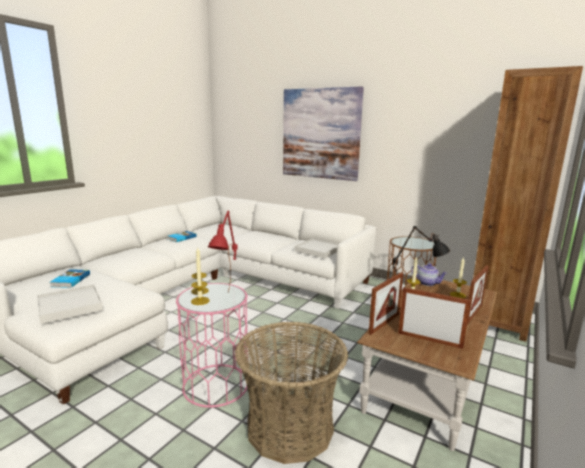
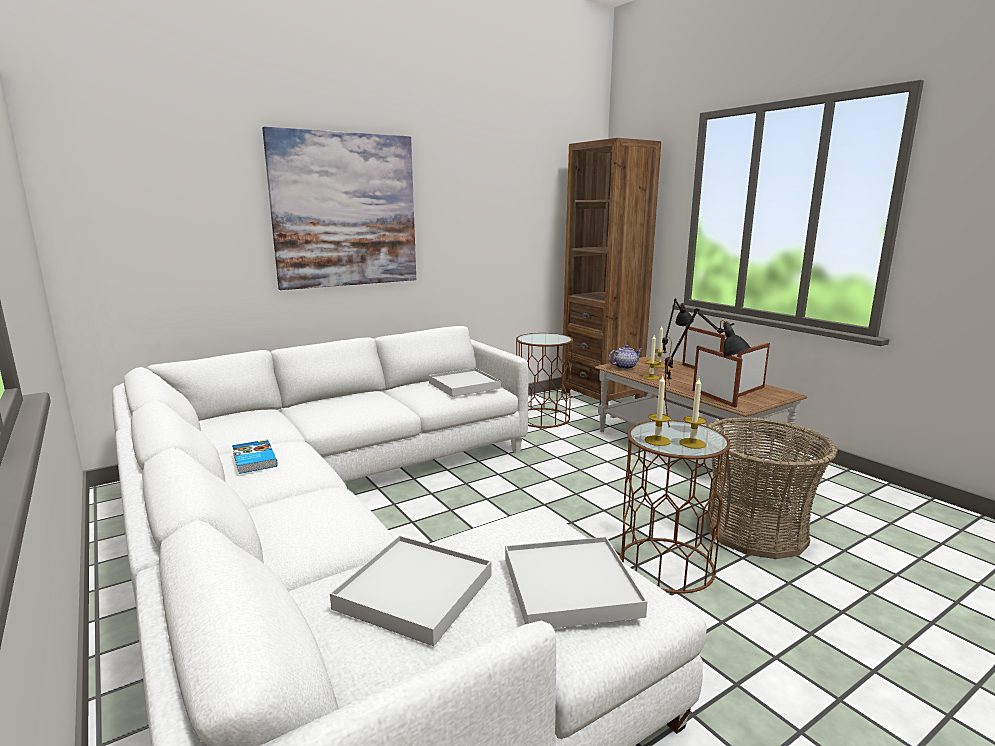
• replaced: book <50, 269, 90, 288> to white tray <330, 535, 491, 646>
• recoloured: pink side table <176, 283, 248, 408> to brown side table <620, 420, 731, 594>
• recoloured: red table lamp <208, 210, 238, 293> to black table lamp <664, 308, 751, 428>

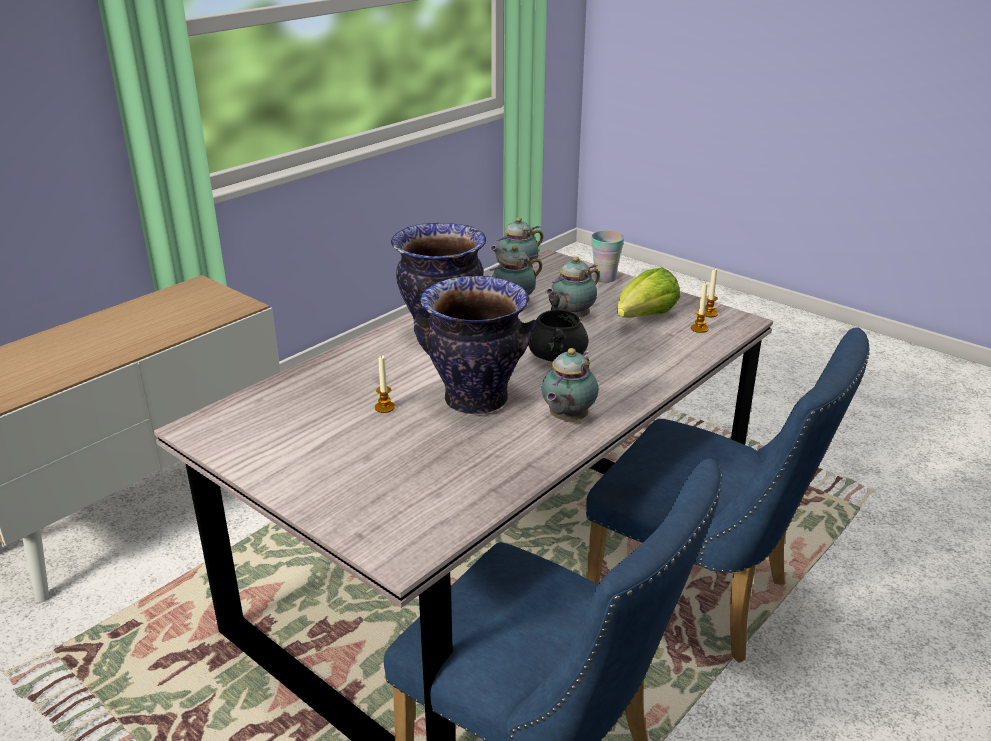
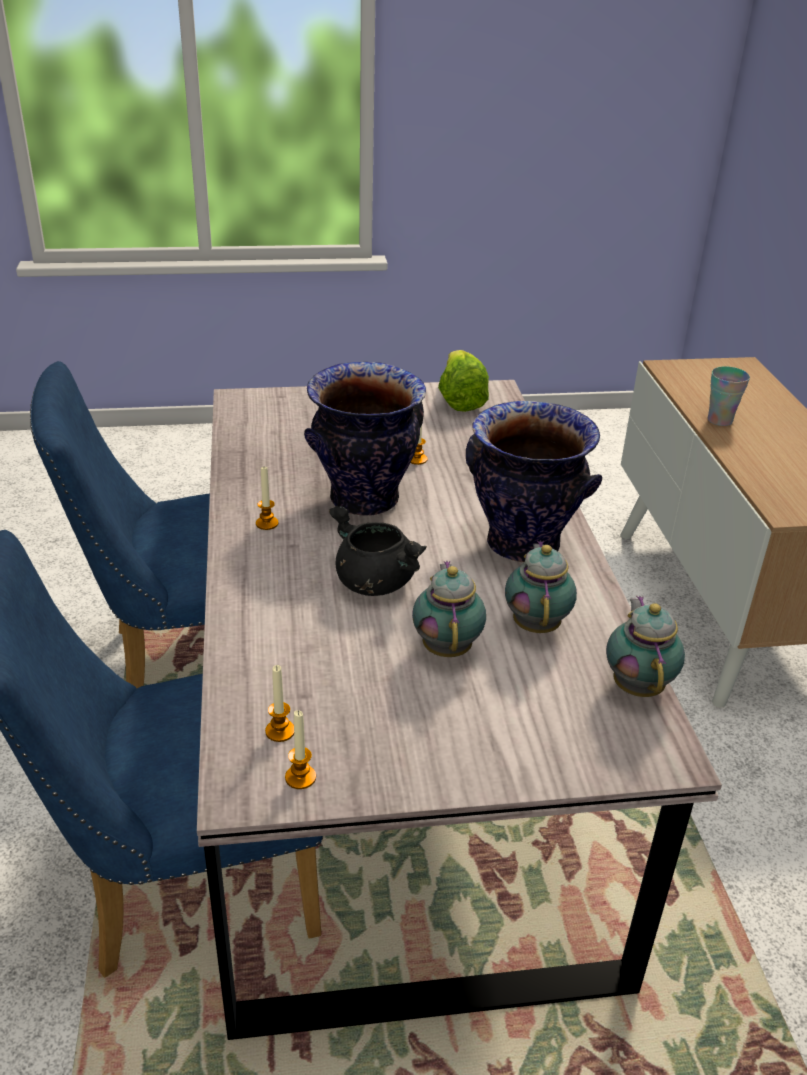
• replaced: teapot <542, 348, 599, 422> to candle <256, 467, 278, 530>
• moved: lettuce <617, 267, 680, 318> to <438, 350, 489, 412>
• moved: cup <591, 231, 624, 283> to <708, 366, 750, 426>

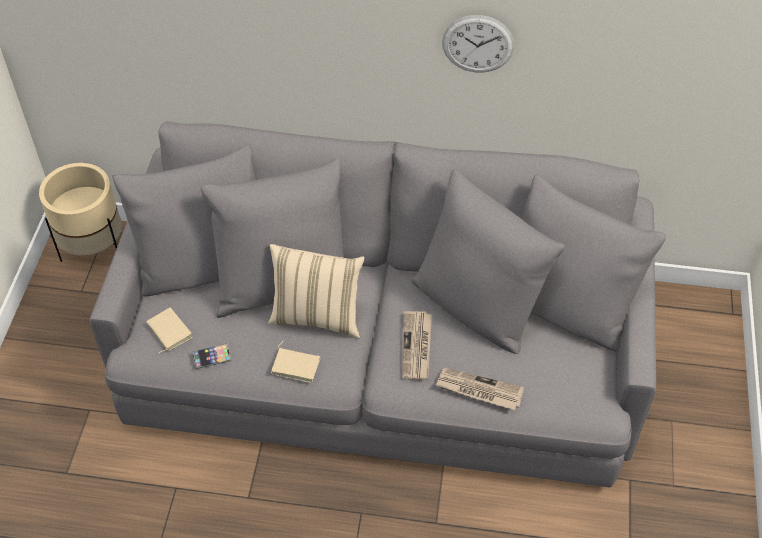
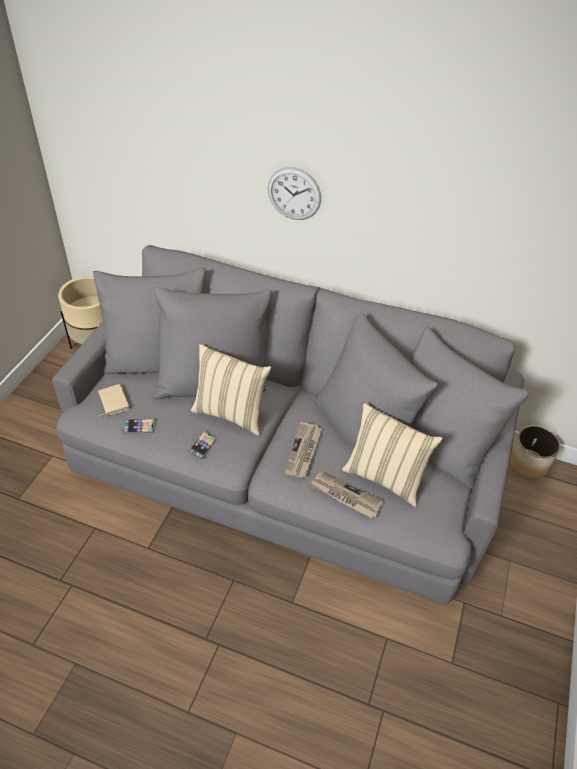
• replaced: beige book <271, 341, 320, 383> to phone <188, 431, 217, 460>
• moved: wall clock <442, 15, 514, 72> to <268, 167, 321, 220>
• added: beige pillow <342, 403, 443, 507>
• added: planter <509, 426, 560, 480>

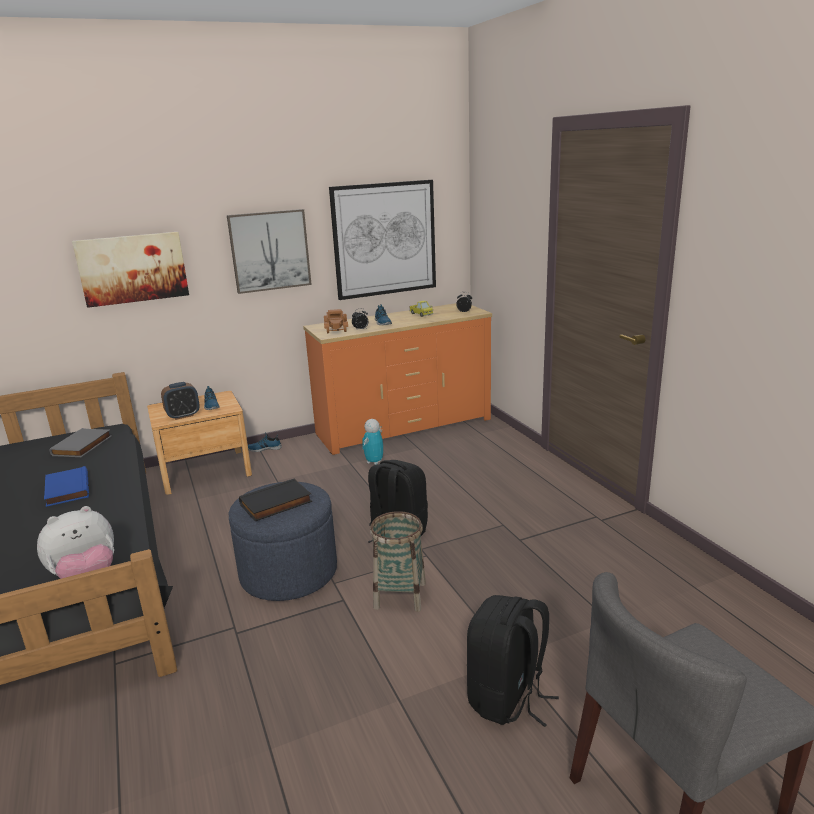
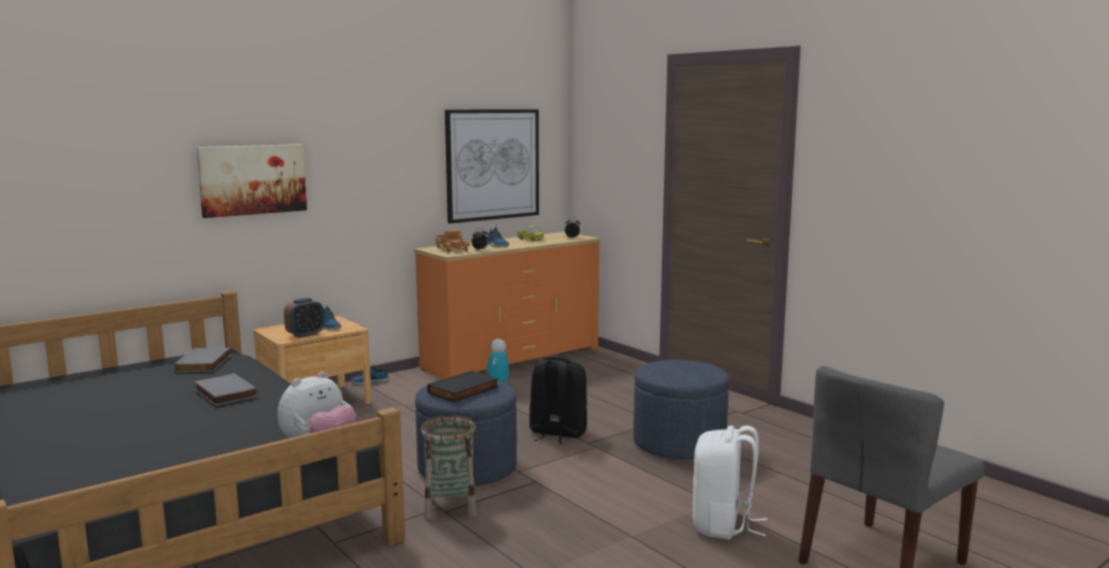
• recoloured: blue book <44, 466, 89, 507> to grey book <194, 373, 257, 406>
• moved: basket <370, 511, 426, 612> to <421, 415, 476, 519>
• added: blue ottoman <633, 360, 729, 459>
• recoloured: black backpack <467, 595, 559, 727> to white backpack <693, 426, 767, 540>
• removed: picture <227, 209, 312, 294>

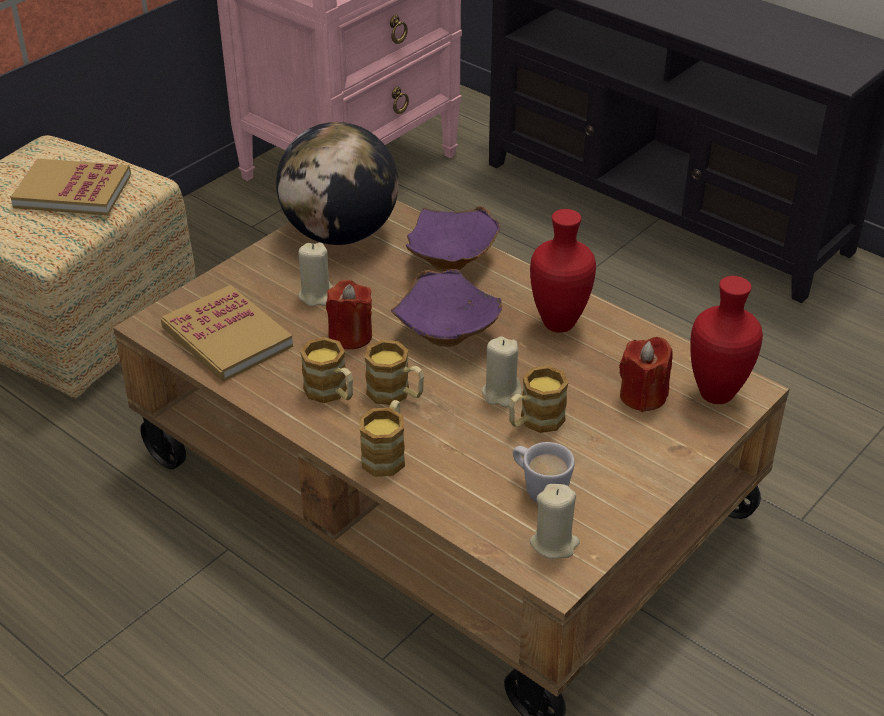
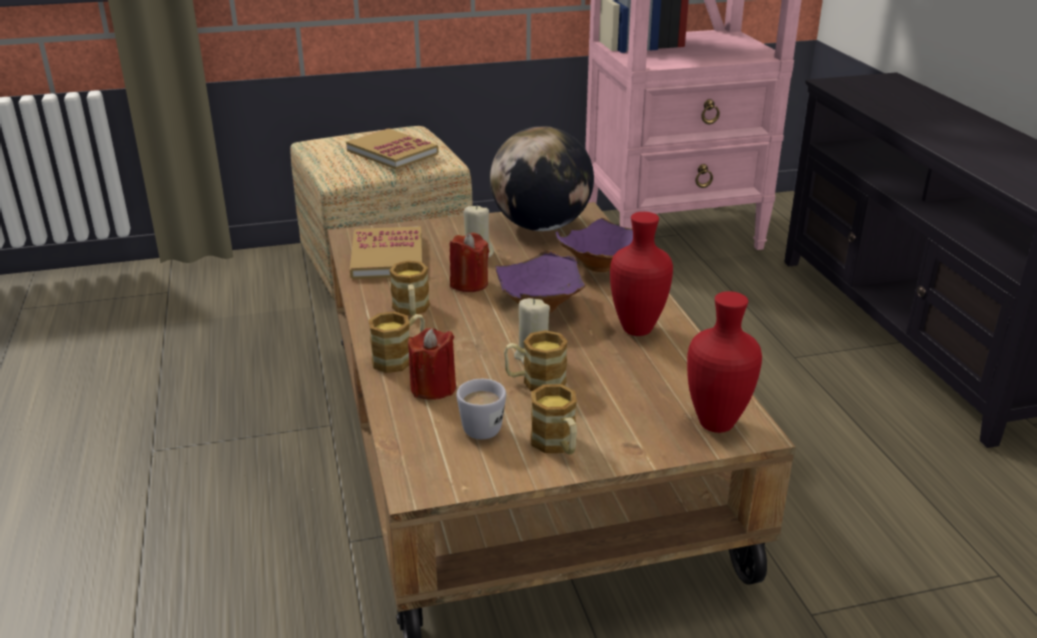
• moved: red candle <619, 337, 673, 412> to <408, 328, 456, 400>
• moved: mug <365, 340, 424, 405> to <531, 384, 577, 455>
• removed: beige candle <530, 484, 580, 559>

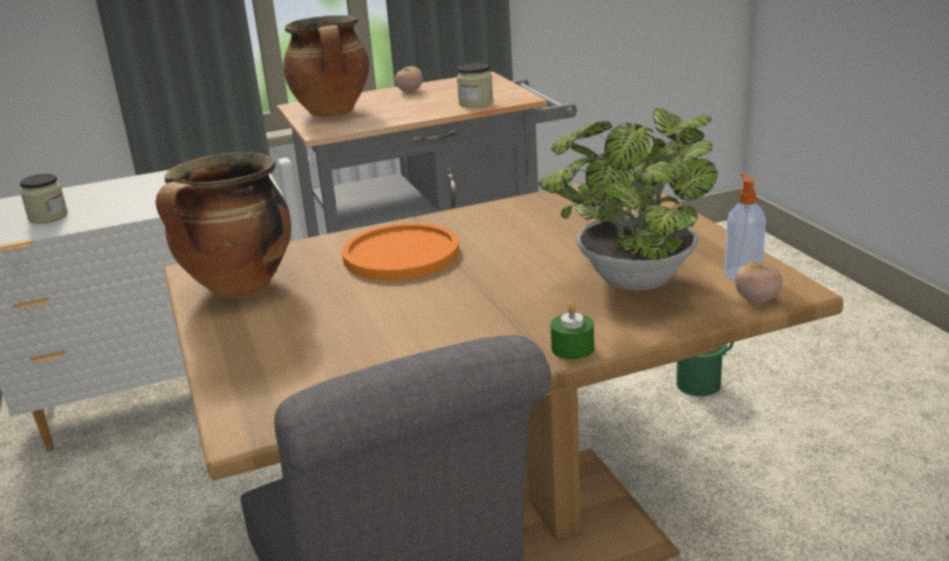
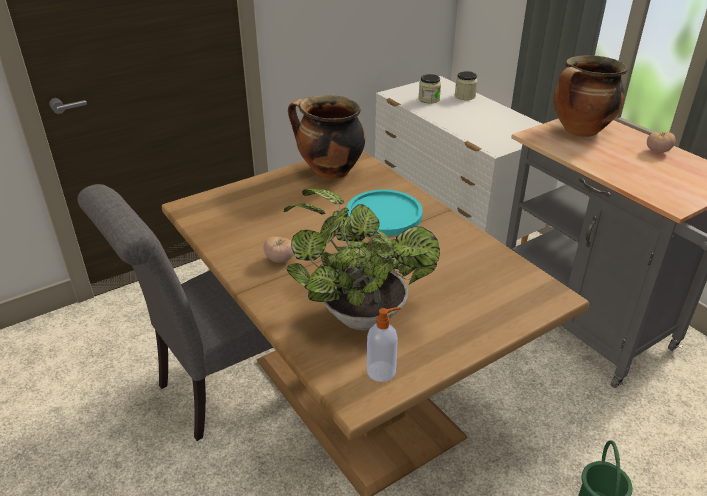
• moved: tomato <735, 261, 783, 303> to <263, 237, 294, 263>
• recoloured: orange plate <342, 223, 459, 280> to turquoise plate <347, 190, 423, 236>
• moved: jar <457, 63, 493, 108> to <455, 71, 478, 100>
• removed: green candle <550, 302, 594, 359>

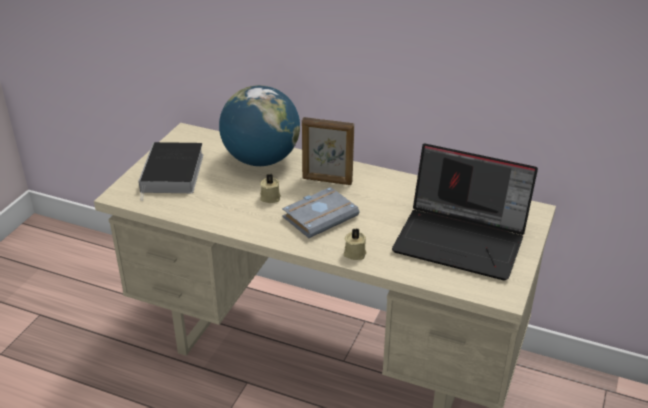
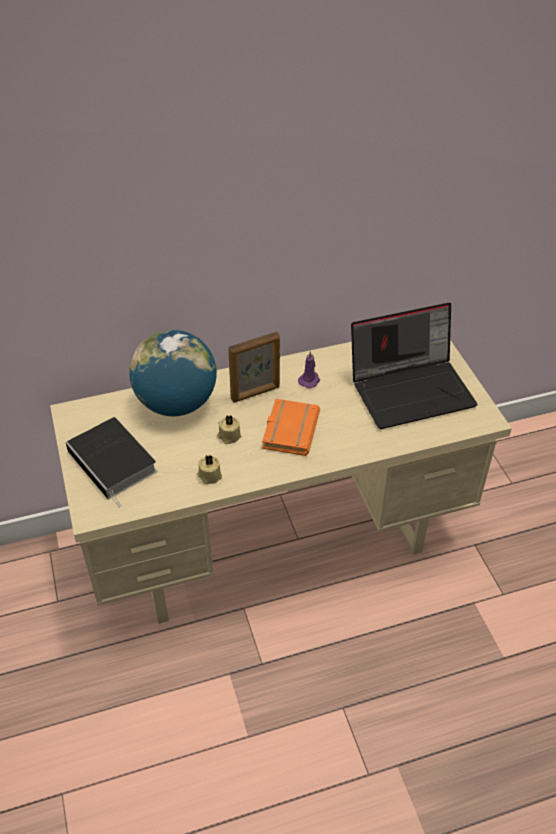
• moved: beige candle <344, 228, 367, 260> to <197, 455, 222, 484>
• recoloured: grey book <282, 187, 359, 238> to orange book <262, 399, 320, 456>
• added: purple candle <298, 351, 320, 388>

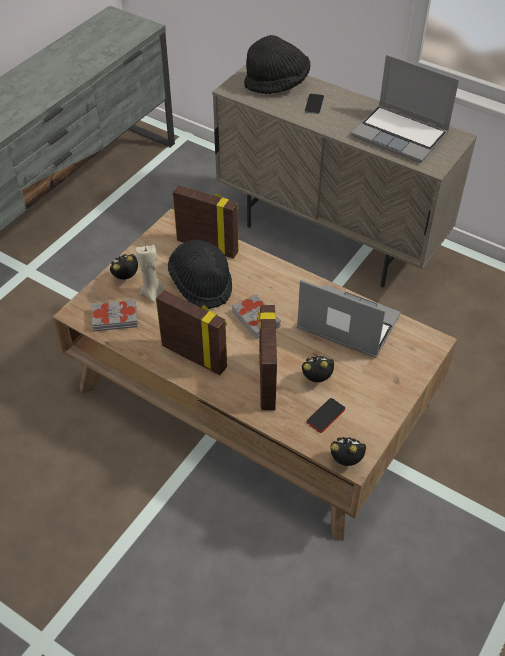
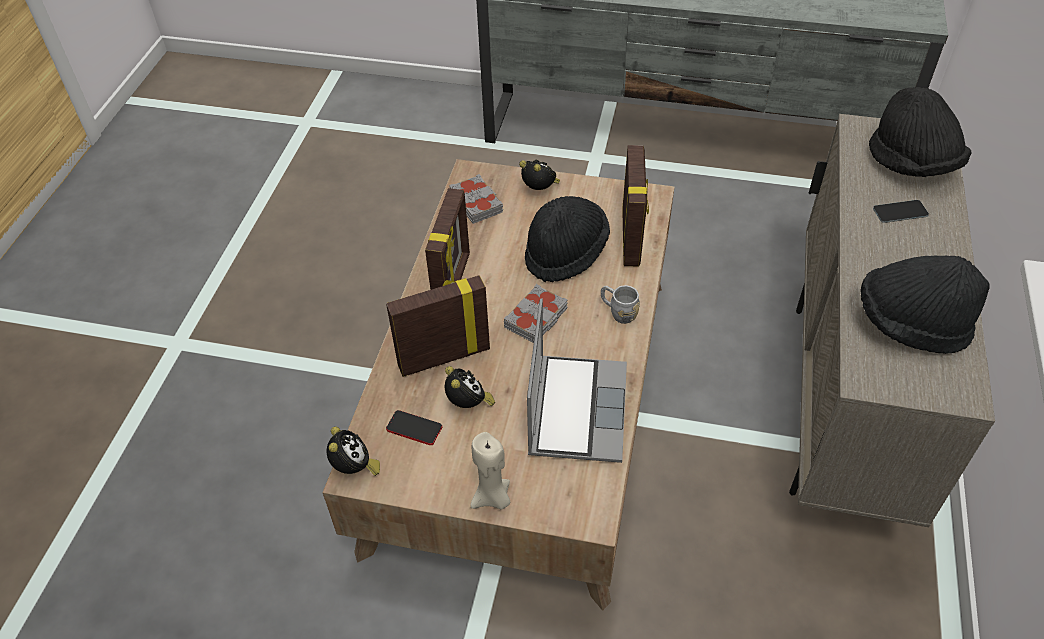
• moved: beige candle <136, 245, 164, 302> to <471, 432, 510, 509>
• added: grey mug <601, 285, 640, 324>
• replaced: laptop <352, 55, 459, 163> to black hat <860, 256, 990, 354>

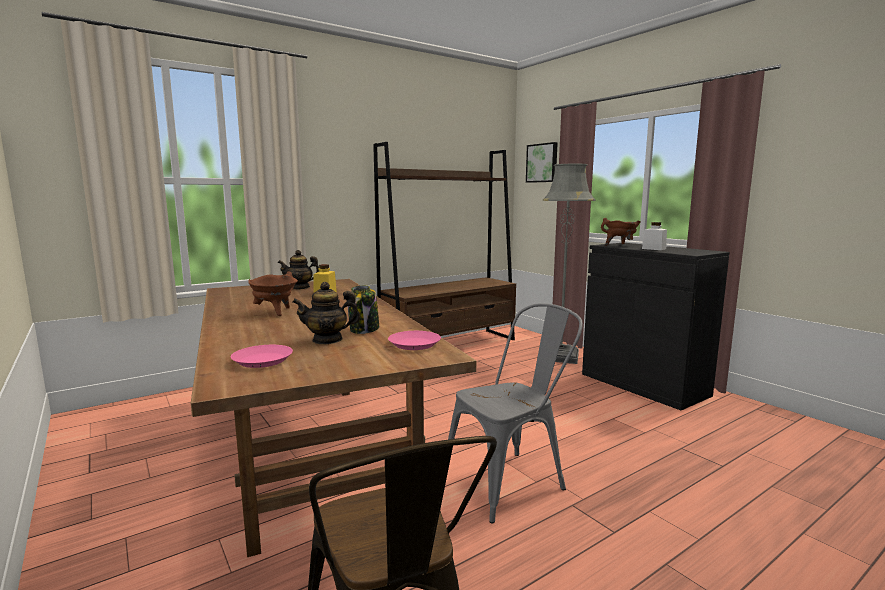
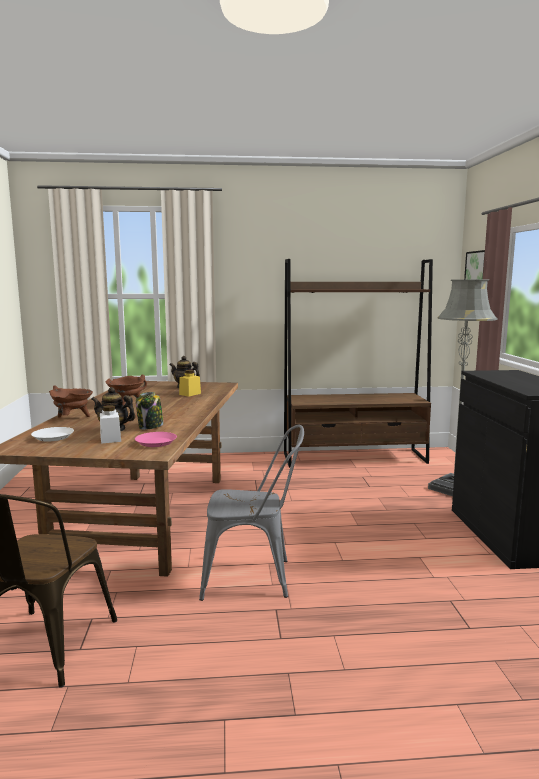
• recoloured: pink plate <231, 345, 293, 368> to white plate <31, 427, 74, 441>
• moved: brown cooking pot <601, 218, 640, 246> to <49, 385, 93, 417>
• moved: white jar <642, 222, 667, 250> to <100, 405, 121, 444>

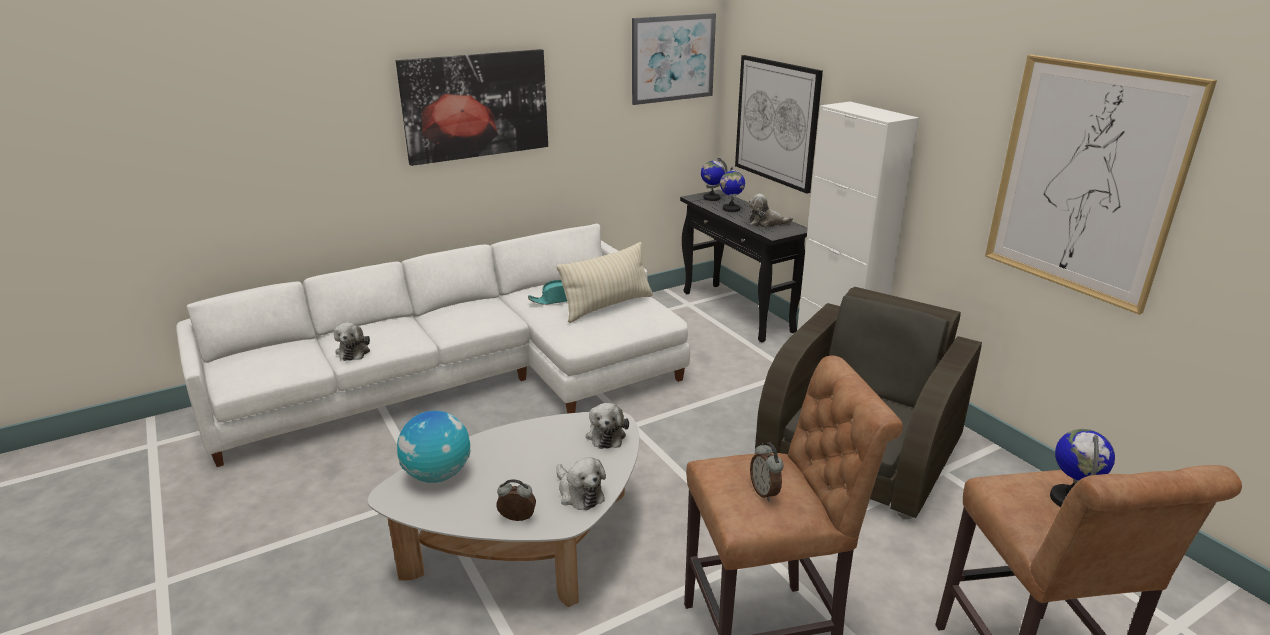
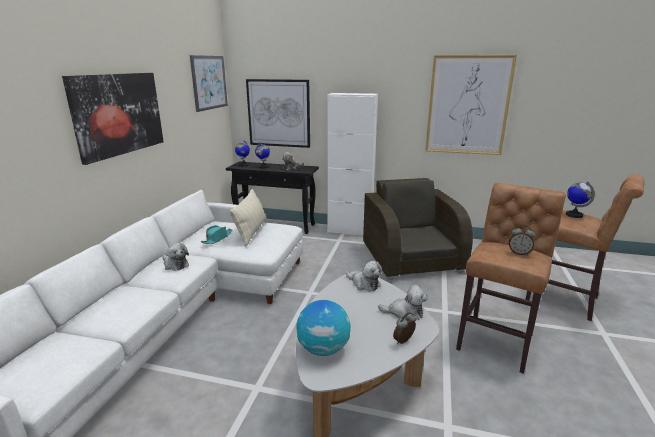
• moved: plush toy <334, 322, 370, 361> to <162, 243, 189, 271>

